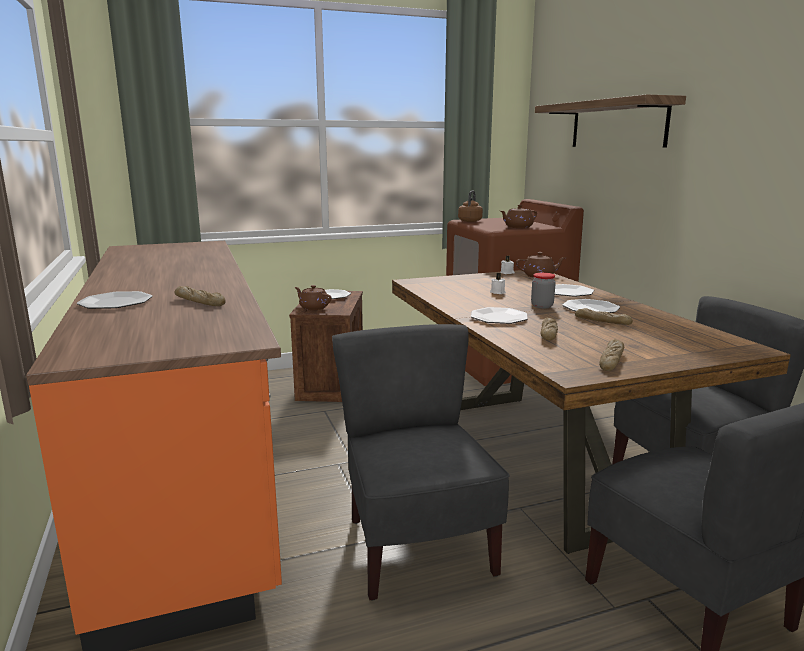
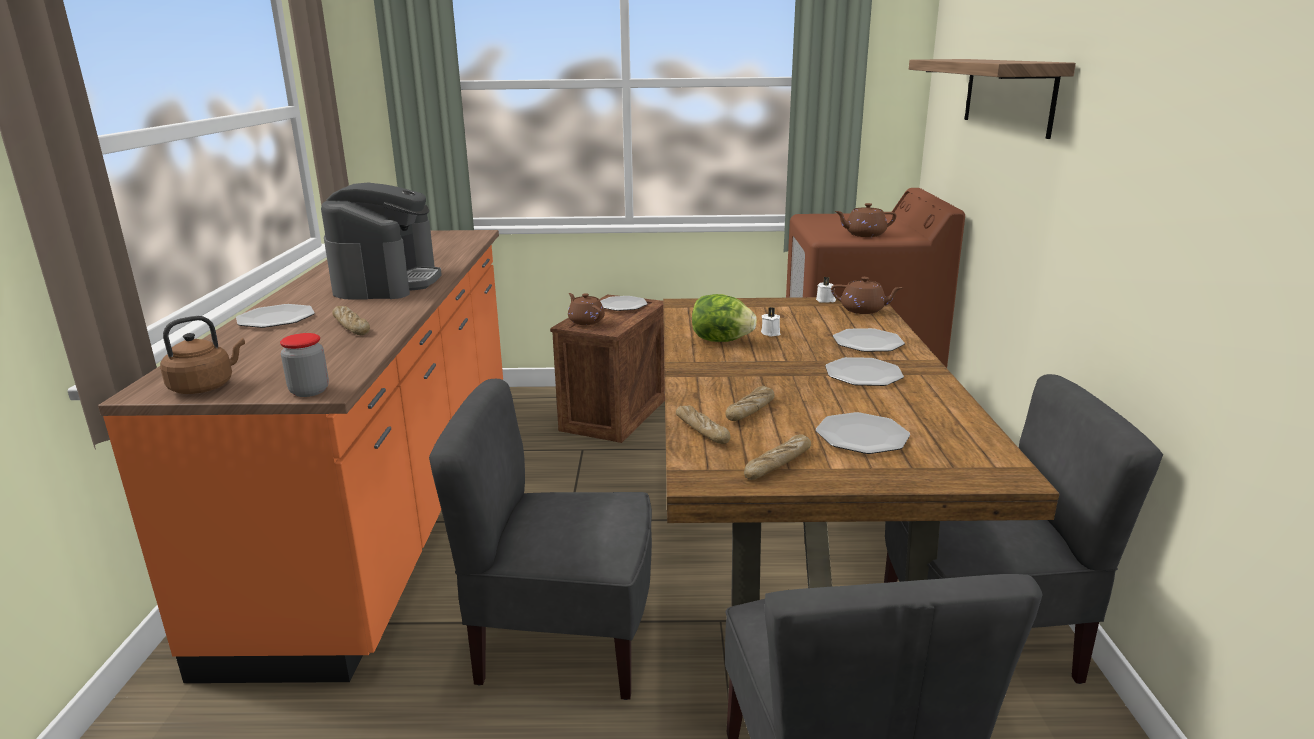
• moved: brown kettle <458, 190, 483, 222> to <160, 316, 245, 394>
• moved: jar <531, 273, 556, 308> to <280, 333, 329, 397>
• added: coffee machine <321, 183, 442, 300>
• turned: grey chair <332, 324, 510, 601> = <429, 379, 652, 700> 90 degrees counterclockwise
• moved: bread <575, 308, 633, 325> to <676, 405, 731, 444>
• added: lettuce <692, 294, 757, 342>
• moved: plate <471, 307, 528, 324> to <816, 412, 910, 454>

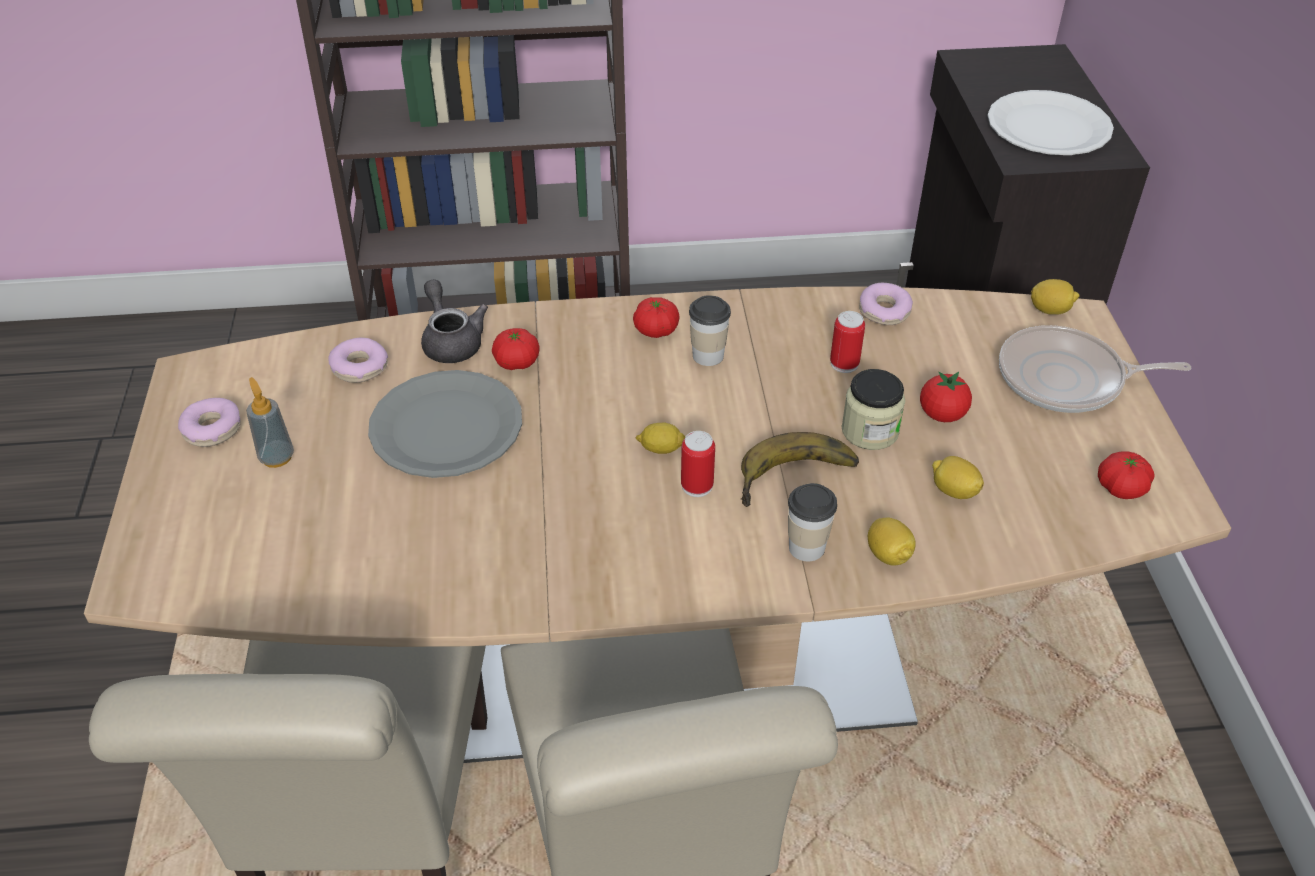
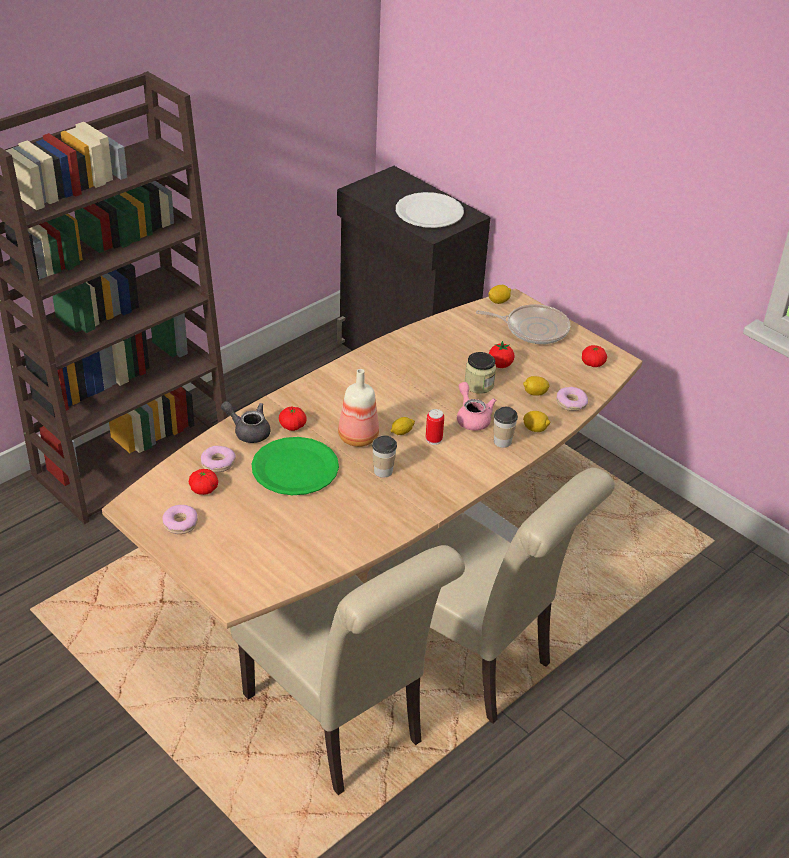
• moved: tomato <633, 297, 680, 338> to <189, 469, 218, 495>
• recoloured: grey plate <368, 370, 522, 478> to green plate <251, 437, 339, 495>
• added: bottle <338, 369, 379, 447>
• moved: cup <689, 295, 731, 366> to <372, 435, 397, 478>
• replaced: banana <741, 432, 859, 507> to pink teapot <457, 382, 496, 431>
• turned: frying pan <999, 325, 1191, 413> = <476, 304, 570, 344> 135 degrees counterclockwise
• moved: donut <859, 283, 913, 325> to <556, 387, 588, 411>
• removed: soap dispenser <246, 377, 294, 468>
• removed: can <830, 311, 865, 373>

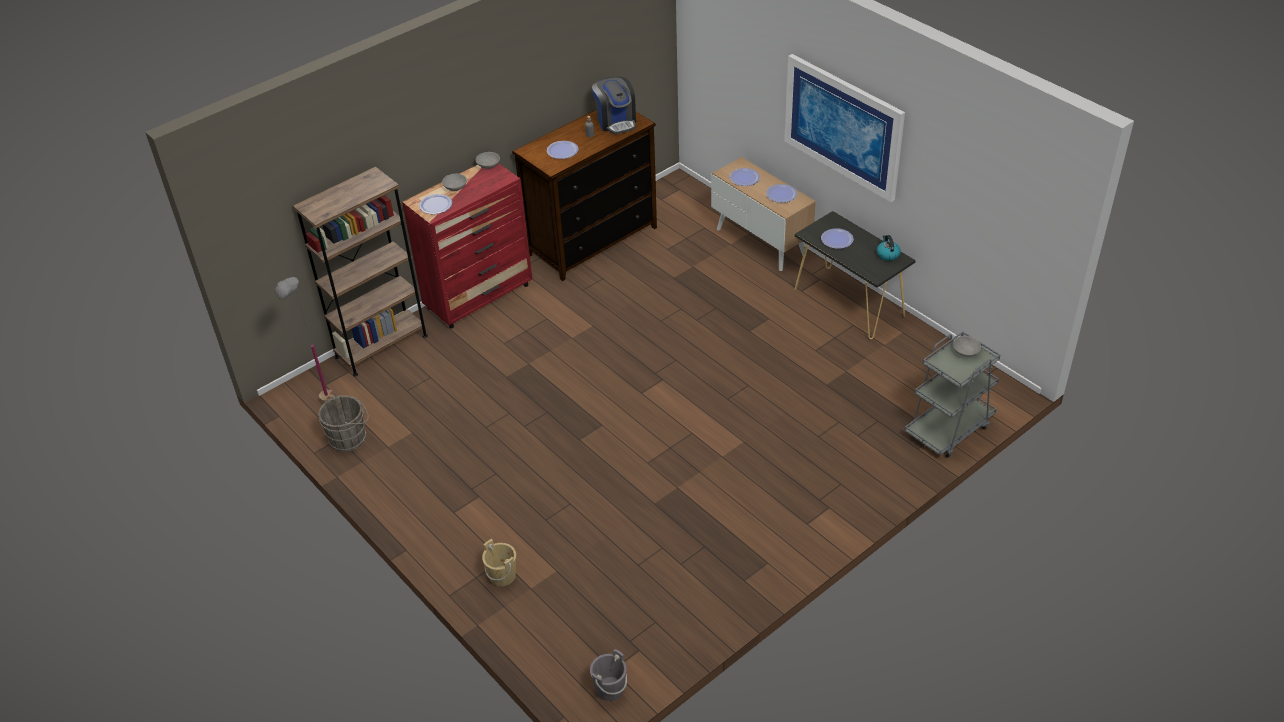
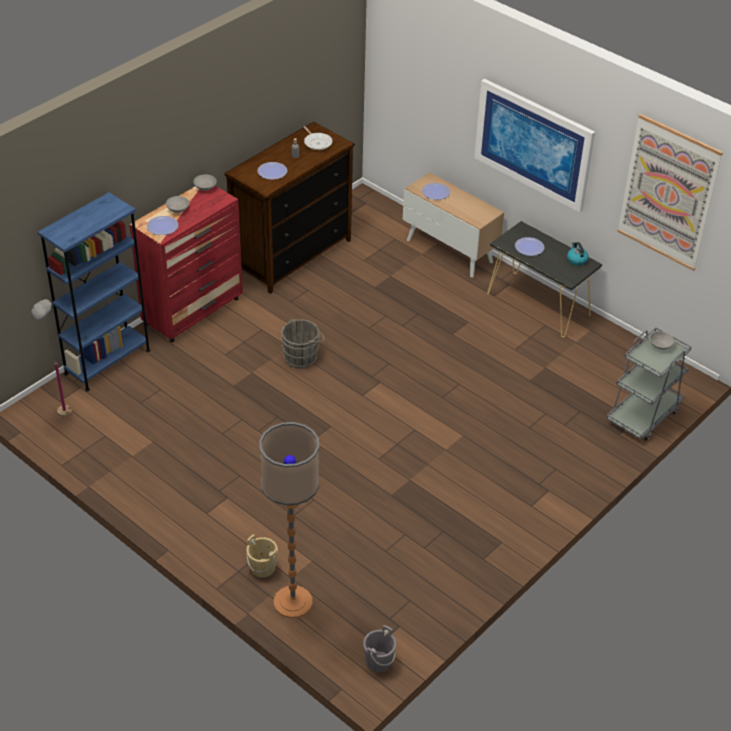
• recoloured: brown bookcase <293, 167, 428, 376> to blue bookcase <38, 192, 151, 392>
• added: floor lamp <259, 422, 320, 618>
• moved: grey bucket <318, 396, 369, 452> to <281, 319, 324, 369>
• replaced: coffee machine <592, 77, 636, 134> to frying pan <304, 126, 333, 150>
• added: picture <617, 114, 723, 271>
• removed: plate <766, 184, 797, 203>

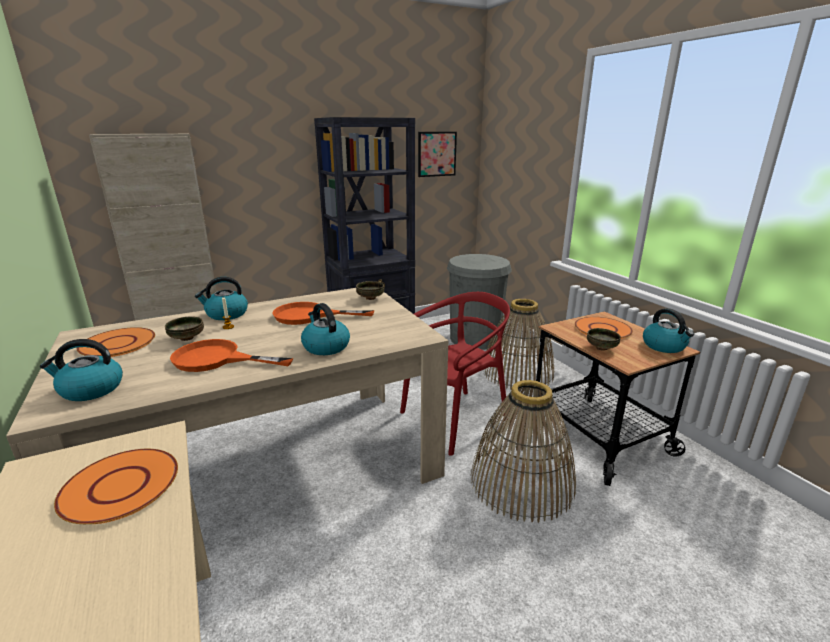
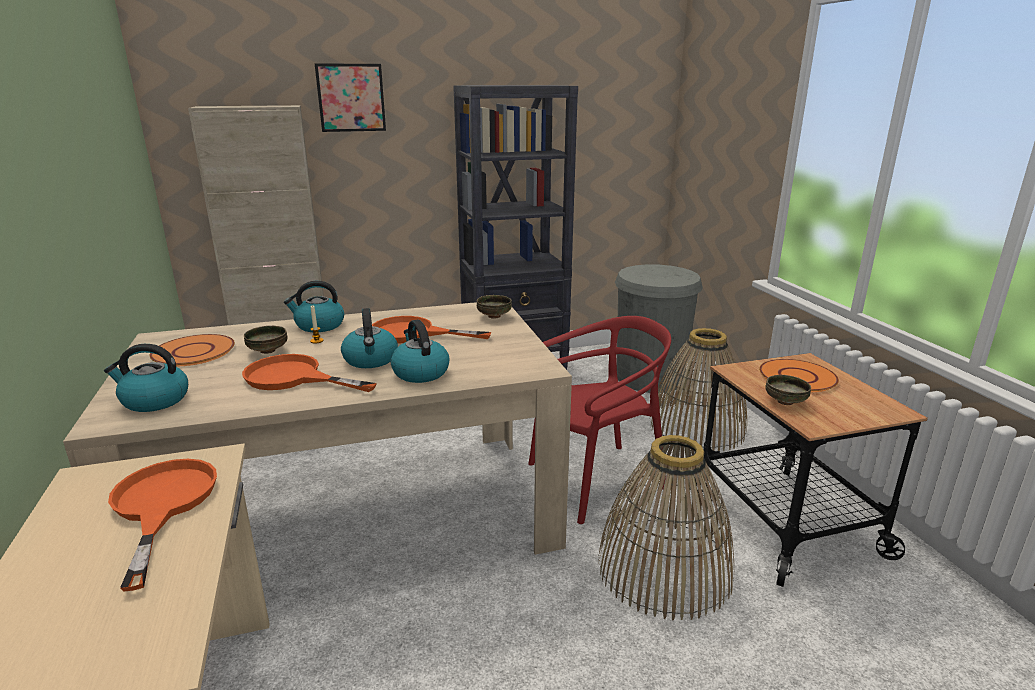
• replaced: orange plate <54, 449, 178, 524> to orange frying pan <108, 459, 217, 591>
• moved: picture <418, 132, 457, 177> to <315, 63, 386, 132>
• moved: kettle <643, 308, 694, 353> to <341, 308, 398, 368>

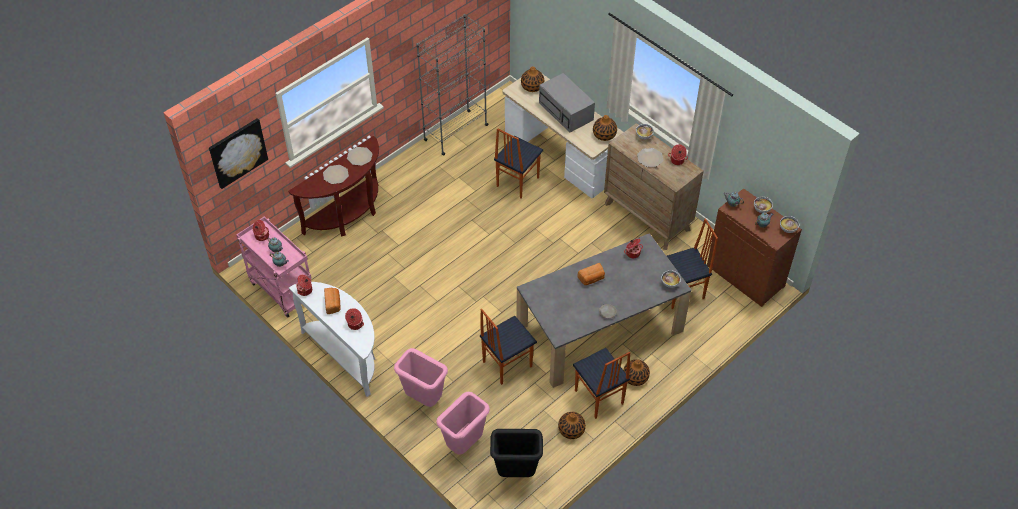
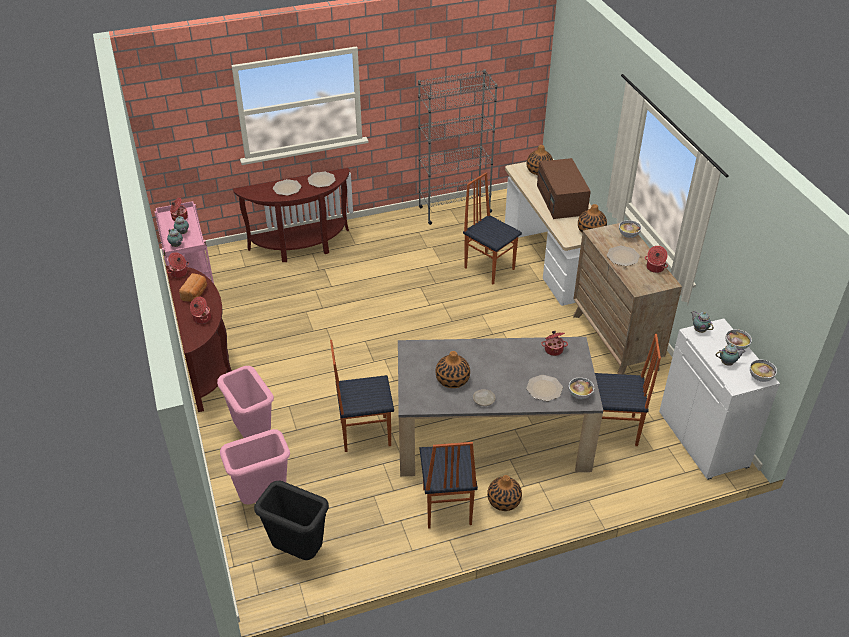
• recoloured: white console table <289, 282, 375, 397> to brown console table <166, 266, 232, 412>
• moved: vase <558, 412, 586, 439> to <436, 351, 470, 388>
• turned: chair <494, 128, 543, 198> = <463, 172, 522, 285> 75 degrees clockwise
• added: plate <526, 375, 563, 401>
• recoloured: grey microwave <539, 73, 595, 133> to brown microwave <537, 158, 591, 219>
• recoloured: brown cabinet <707, 188, 802, 307> to white cabinet <659, 318, 780, 480>
• removed: picture <209, 118, 268, 189>
• removed: bread <577, 263, 605, 285>

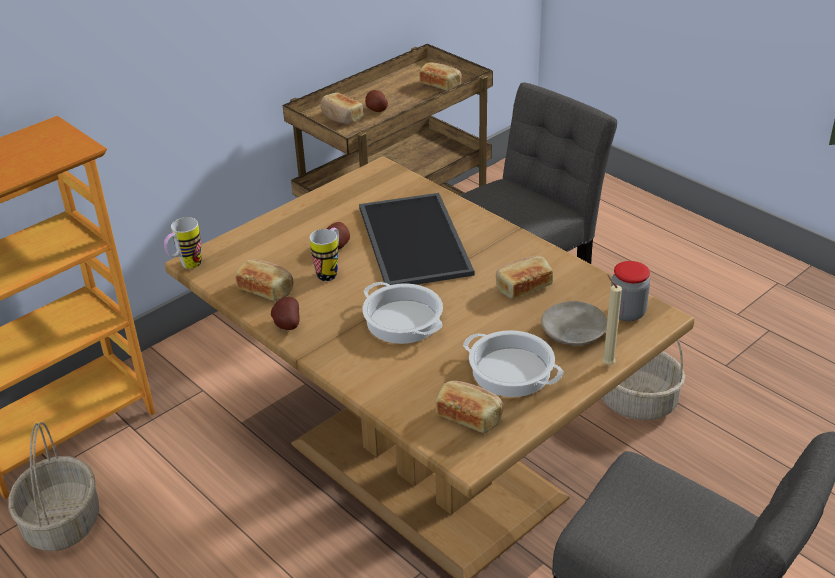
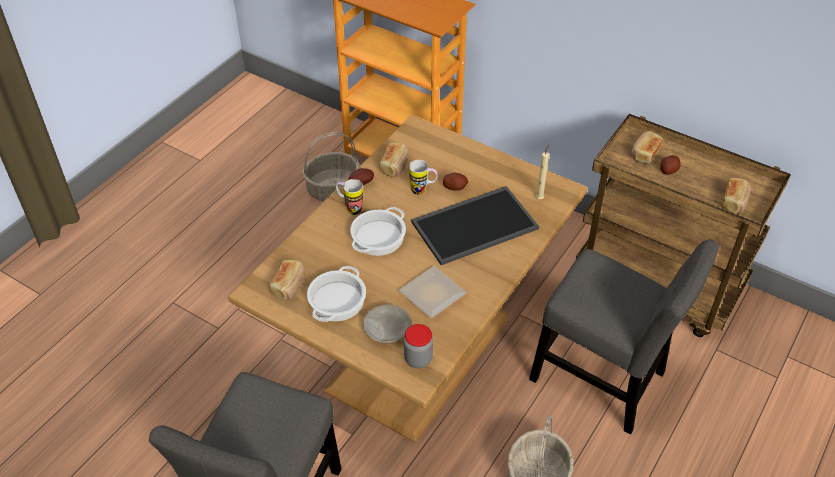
• moved: mug <164, 217, 202, 269> to <336, 179, 363, 215>
• replaced: bread <496, 256, 553, 299> to plate <399, 266, 467, 318>
• moved: beige candle <602, 274, 622, 365> to <536, 145, 549, 199>

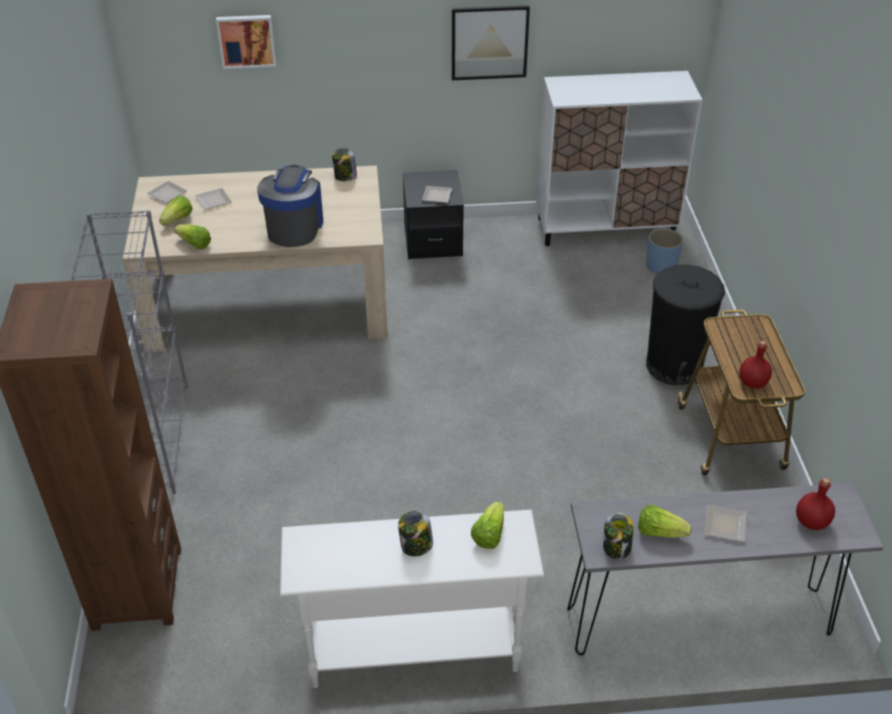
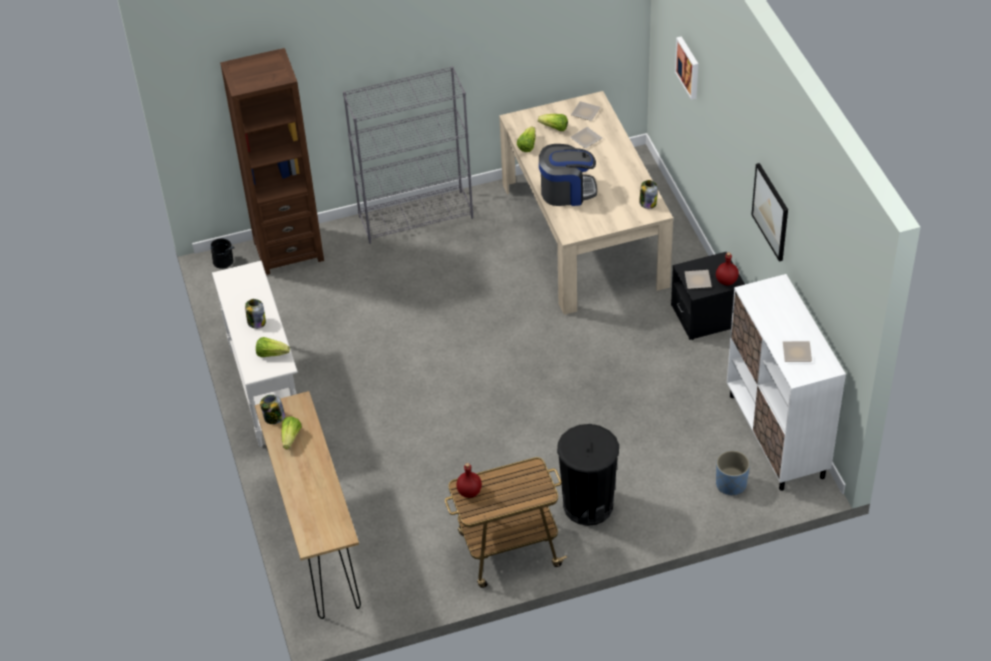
• added: black bucket <211, 238, 235, 269>
• recoloured: grey console table <567, 483, 883, 655> to brown console table <255, 391, 361, 619>
• moved: red bottle <796, 478, 835, 530> to <716, 252, 739, 285>
• moved: plate <704, 505, 747, 542> to <783, 341, 812, 362>

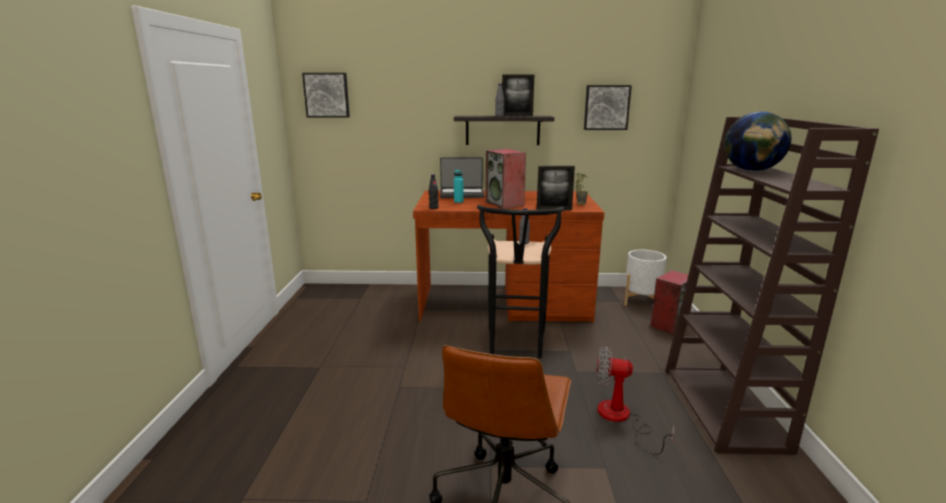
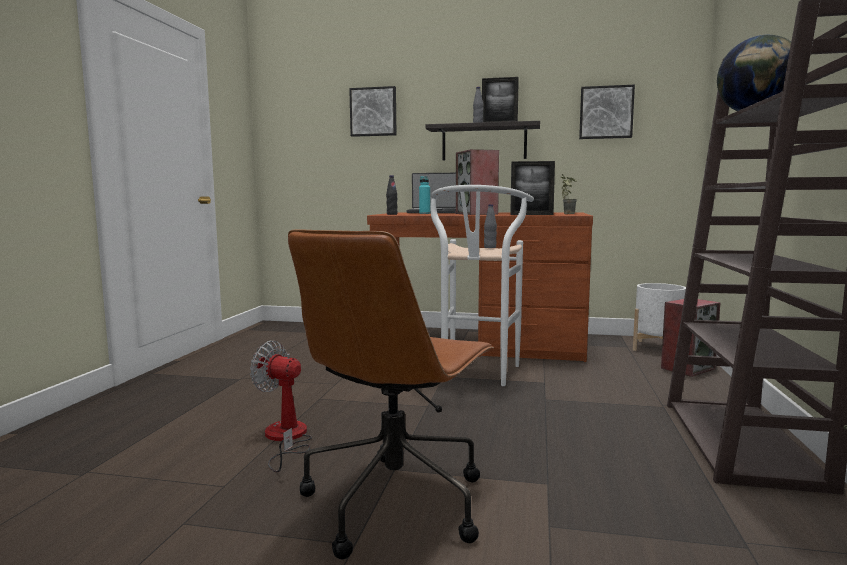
• moved: fan <597, 346, 674, 455> to <250, 340, 312, 472>
• moved: picture <302, 73, 350, 117> to <349, 86, 396, 137>
• recoloured: black stool <477, 205, 564, 358> to white stool <431, 185, 534, 386>

